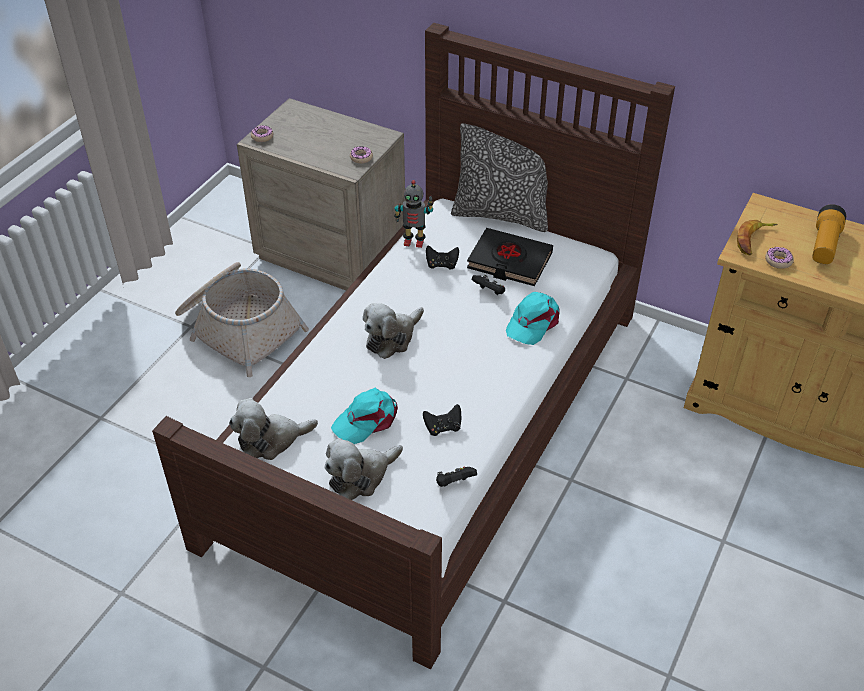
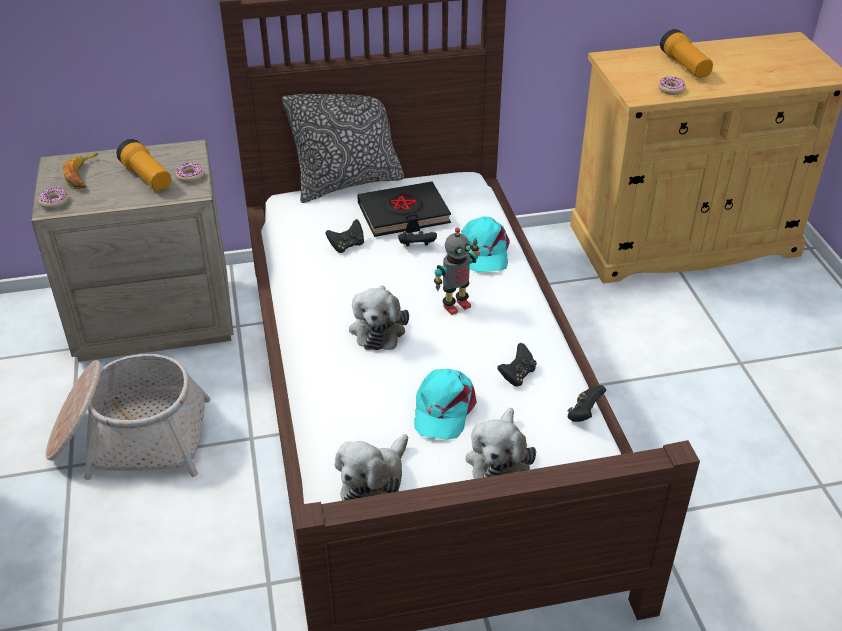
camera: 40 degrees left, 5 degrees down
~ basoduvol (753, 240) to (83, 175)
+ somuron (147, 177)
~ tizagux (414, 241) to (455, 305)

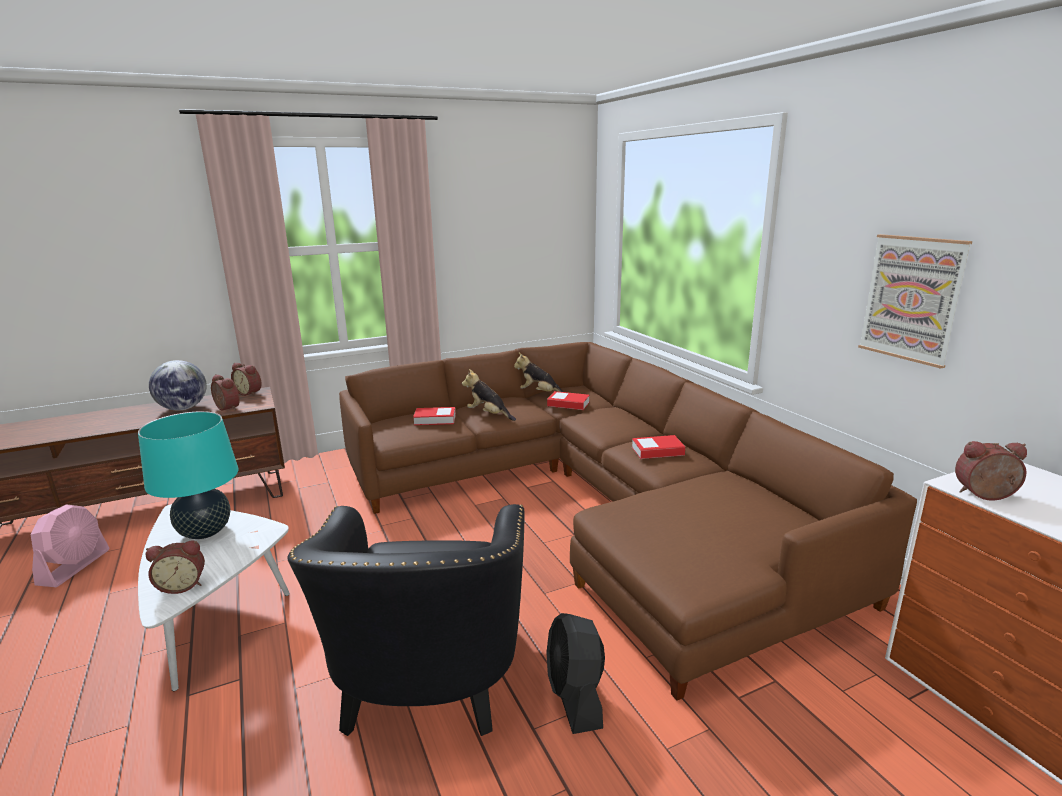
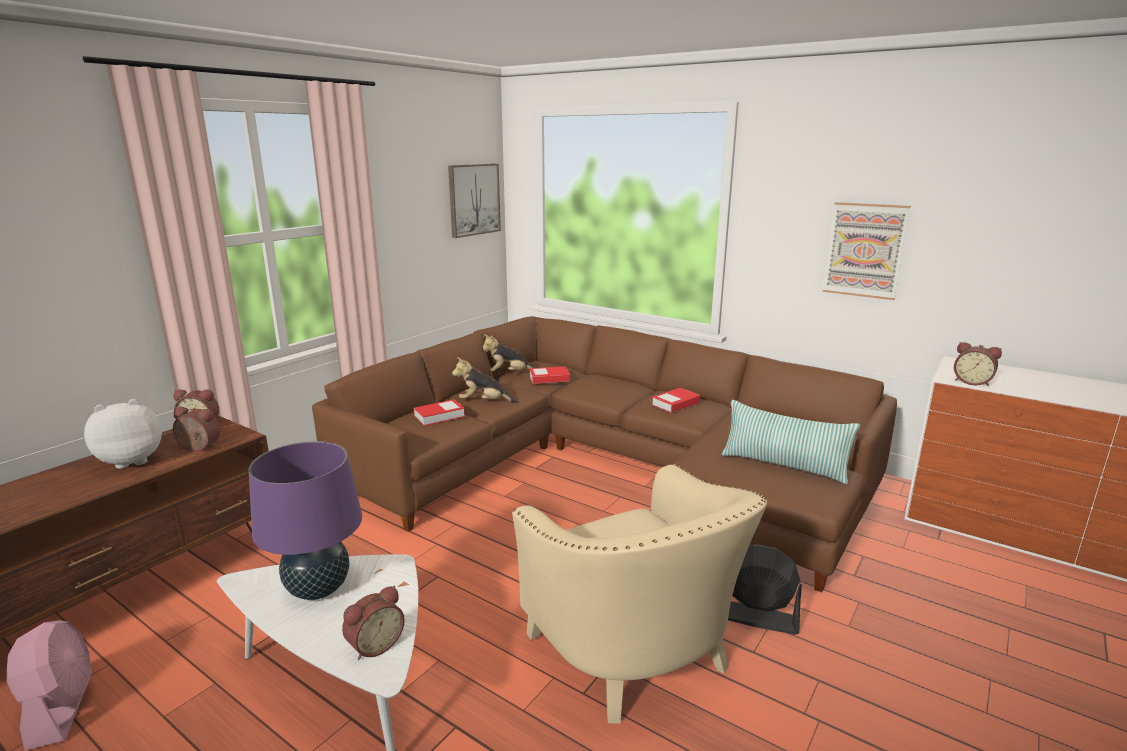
camera: 30 degrees left, 0 degrees up
~ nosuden (183, 408) to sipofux (132, 460)
~ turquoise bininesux (205, 532) to purple bininesux (318, 589)
+ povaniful (473, 199)
~ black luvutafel (426, 684) to beige luvutafel (637, 656)
+ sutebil (784, 465)
~ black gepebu (575, 696) = (756, 617) 150 degrees clockwise
~ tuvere (985, 496) = (972, 382) 120 degrees counterclockwise

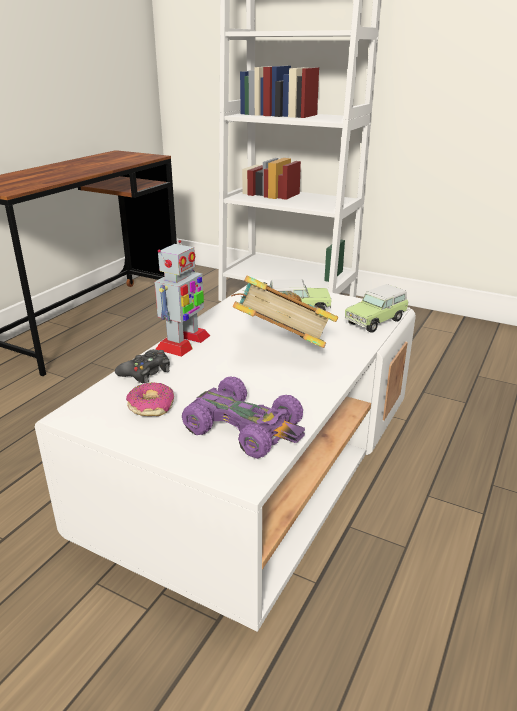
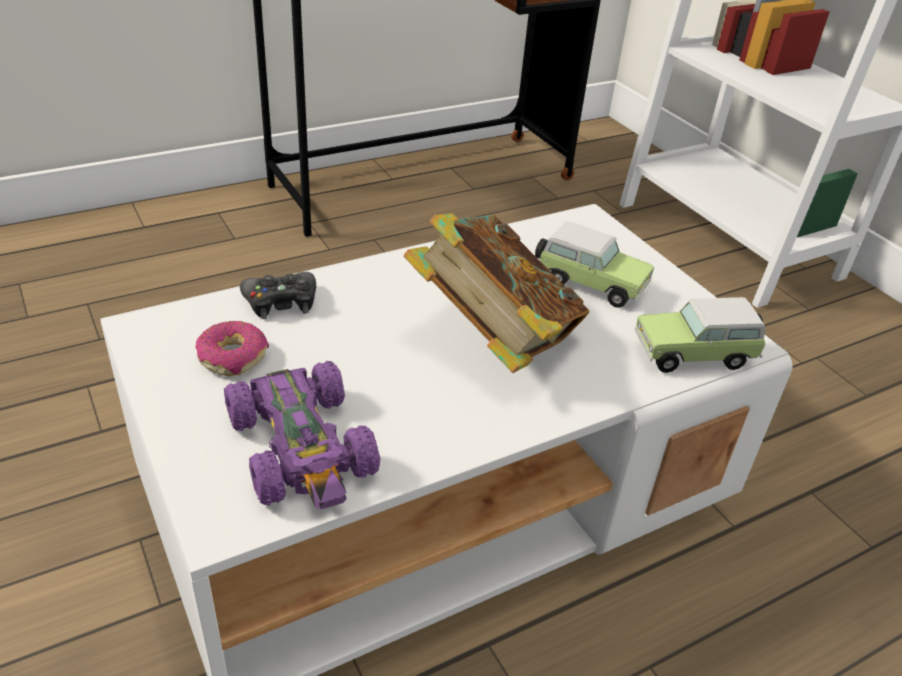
camera: 30 degrees right, 10 degrees up
- tizagux (183, 343)

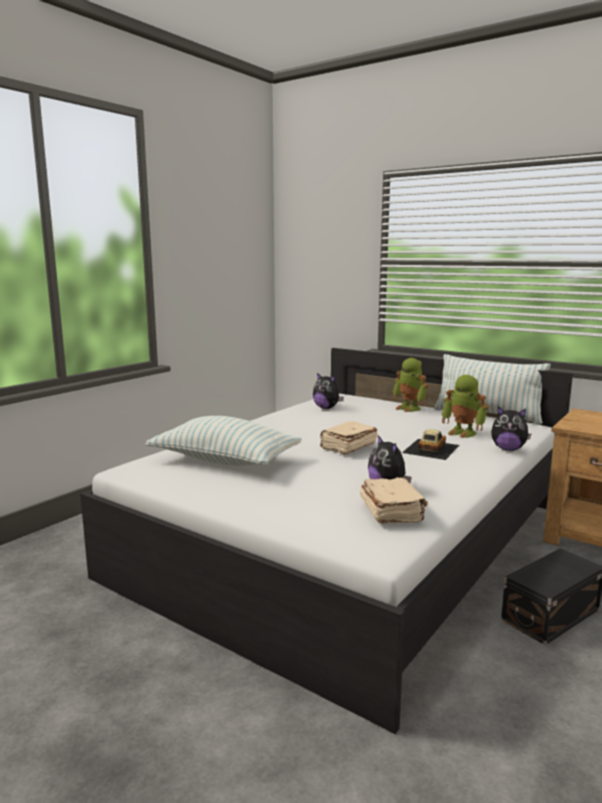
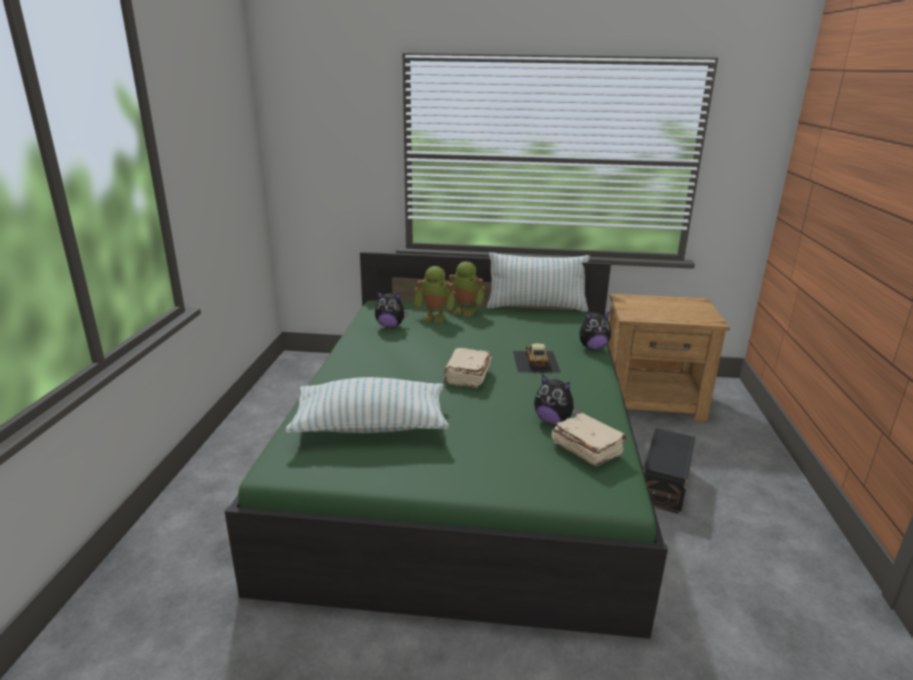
camera: 30 degrees left, 10 degrees up
~ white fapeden (350, 540) to green fapeden (464, 460)
~ tizagux (463, 433) to (435, 317)

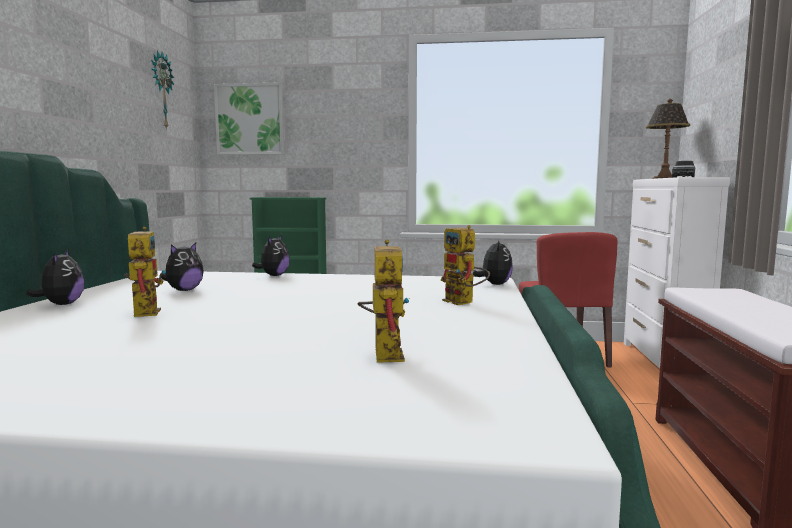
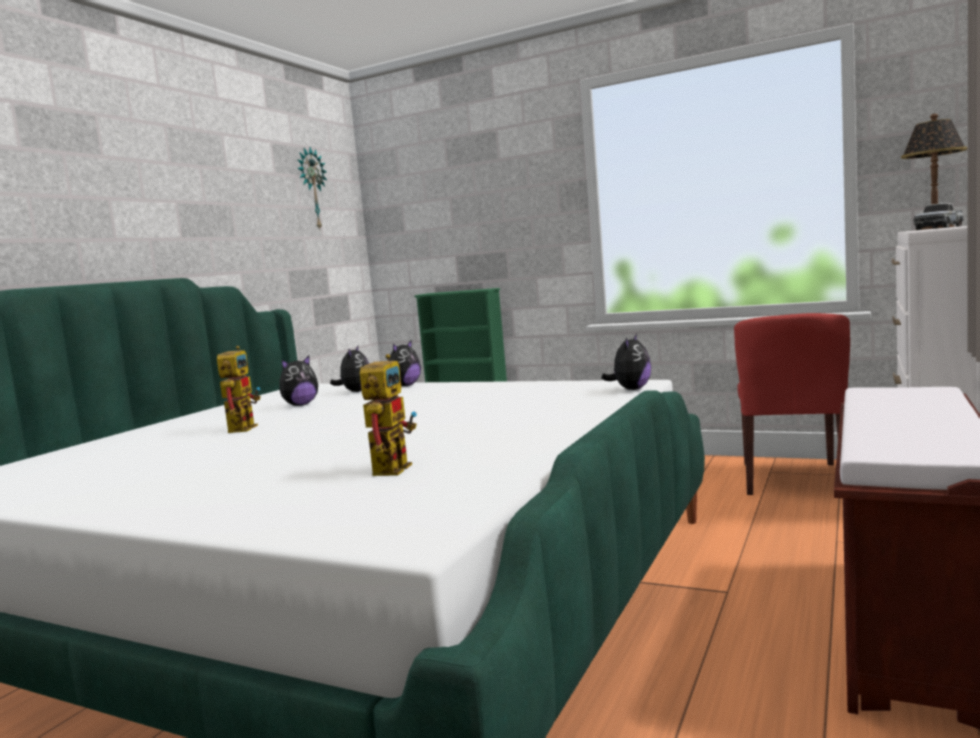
camera: 20 degrees right, 0 degrees up
~ sipofux (61, 304) to (355, 392)
- povaniful (250, 119)
- tizagux (464, 302)

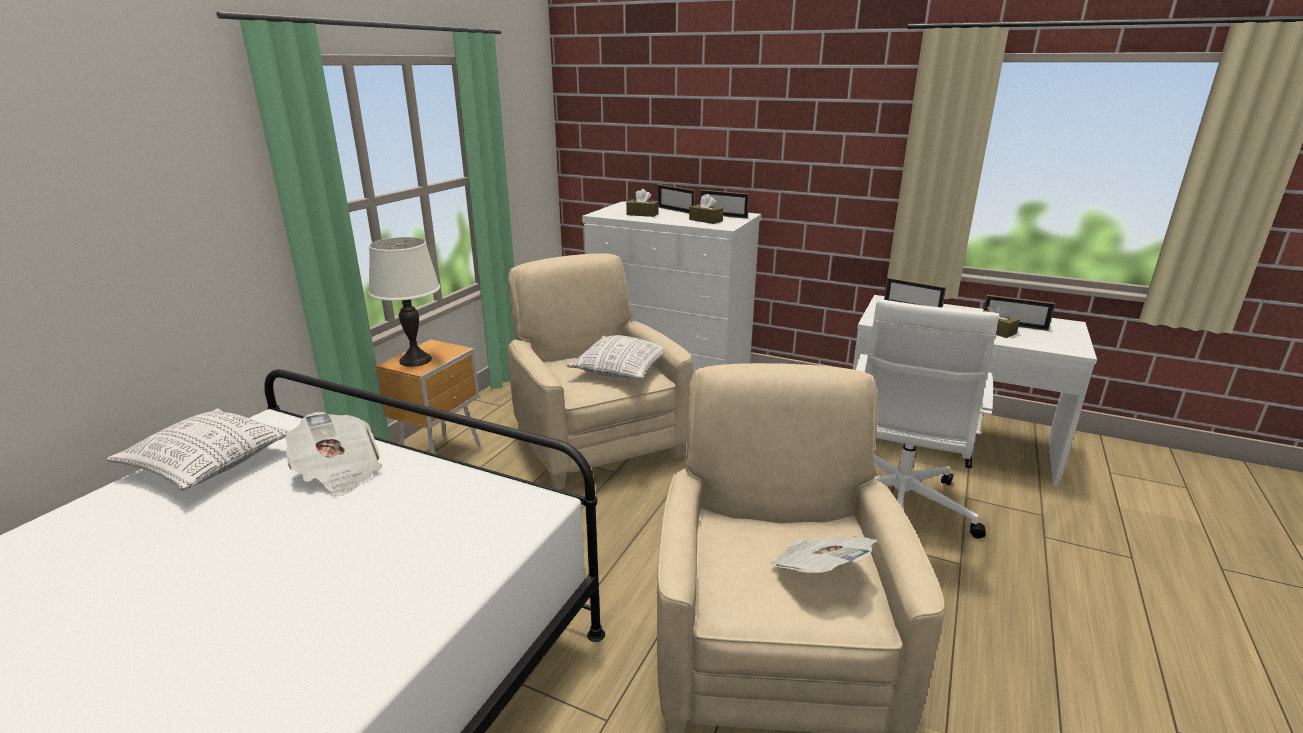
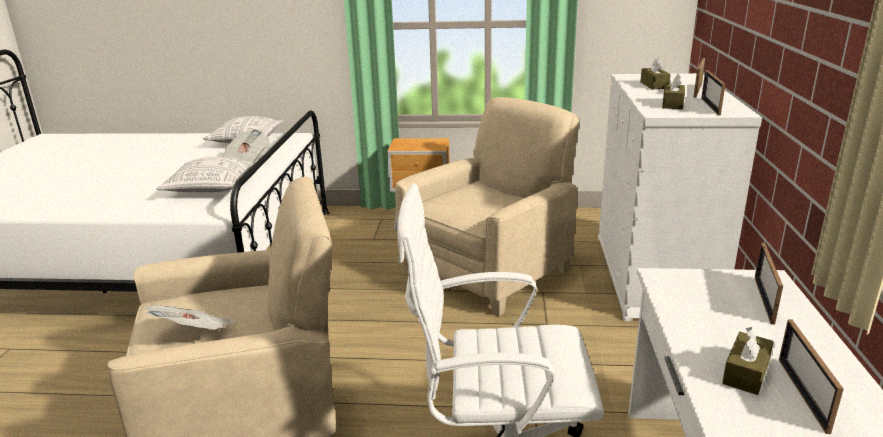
camera: 70 degrees right, 0 degrees up
~ sutebil (621, 370) to (211, 188)
- white bininesux (416, 360)

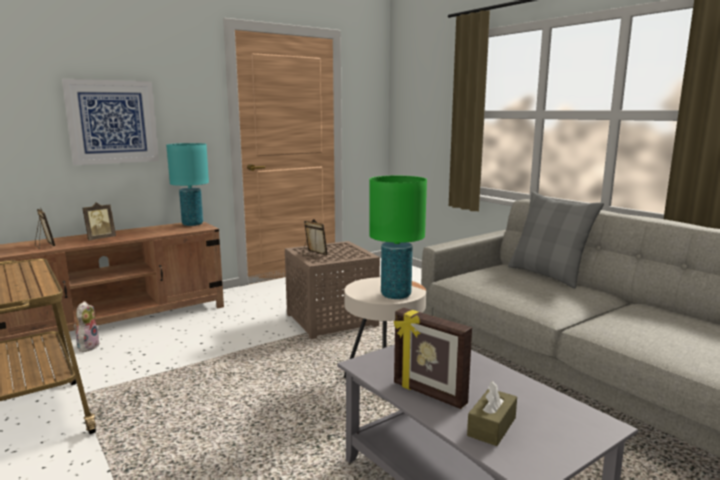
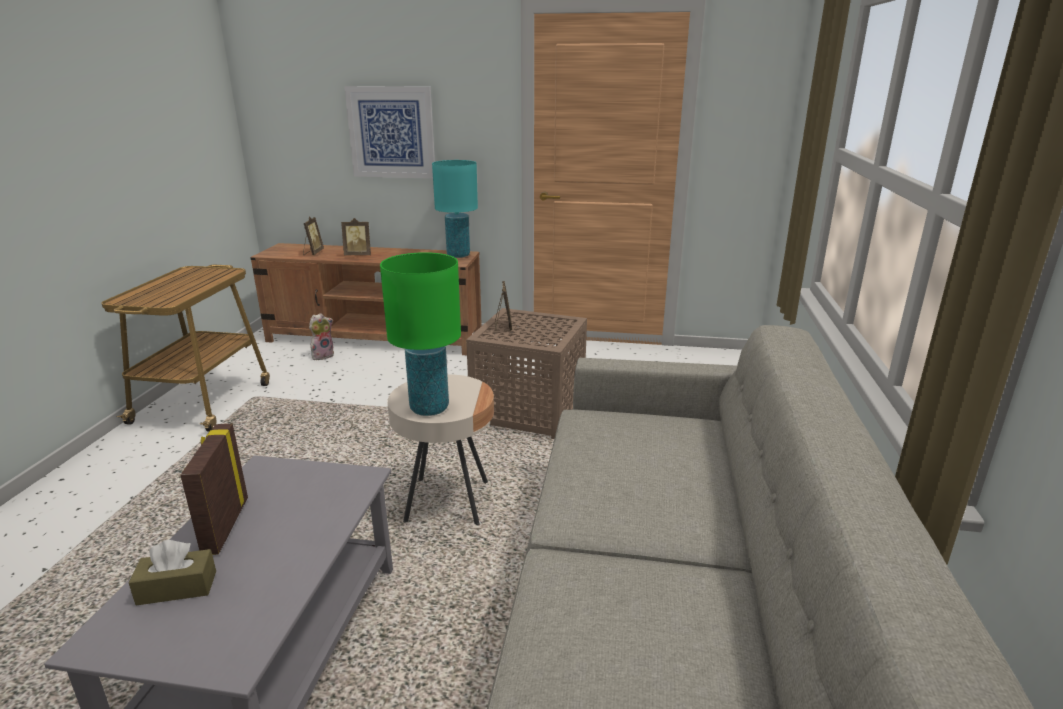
camera: 45 degrees right, 10 degrees up
- grey sutebil (547, 275)

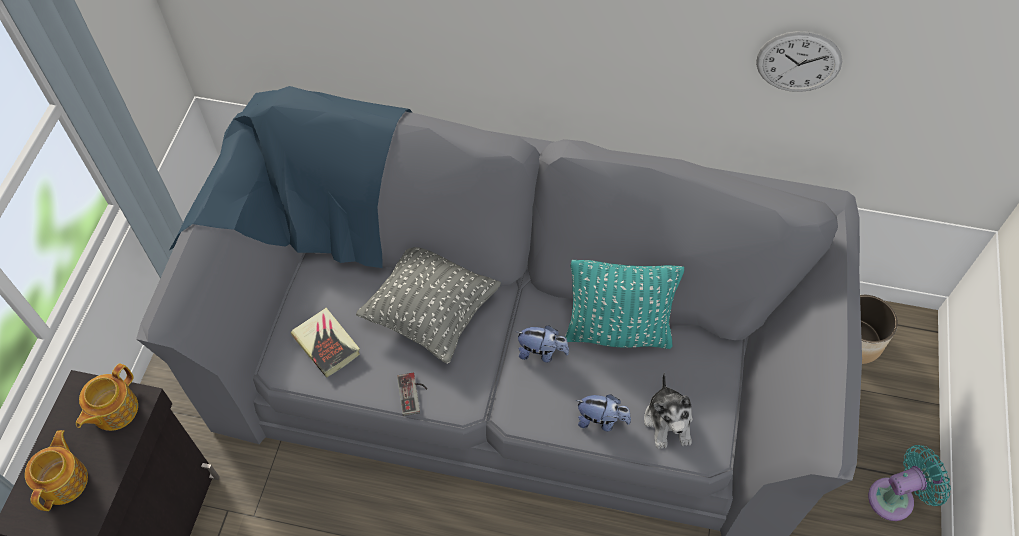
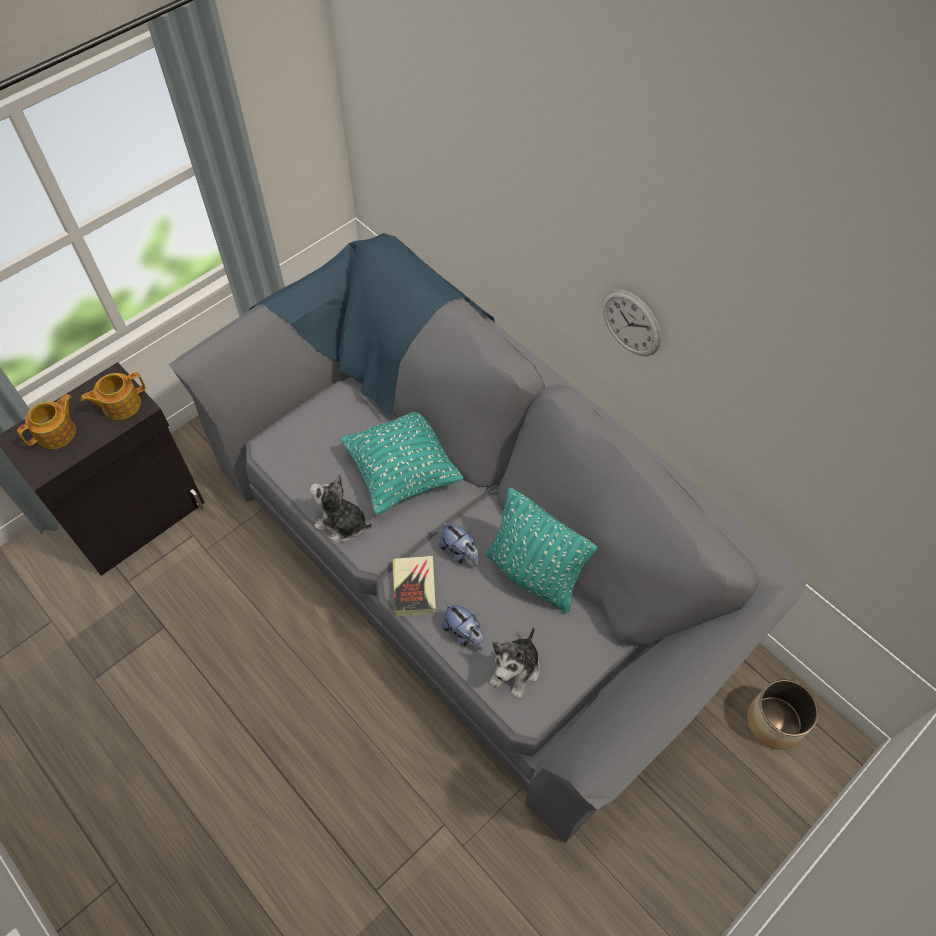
camera: 35 degrees right, 0 degrees up
~ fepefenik (413, 394) to sipofux (342, 524)
~ grey sutebil (431, 313) to turquoise sutebil (402, 473)
~ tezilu (326, 344) to (414, 587)
~ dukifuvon (798, 62) to (631, 323)
- turquoise gepebu (895, 498)

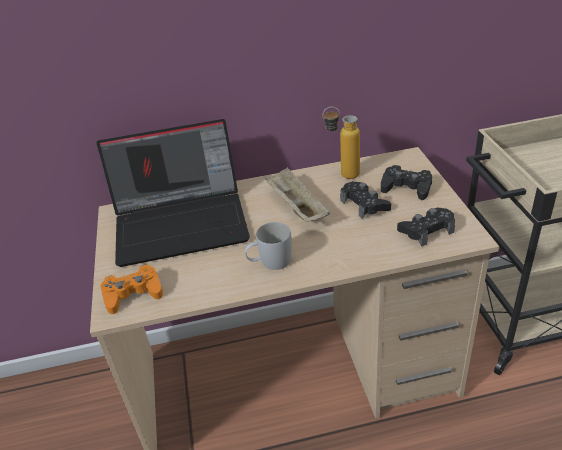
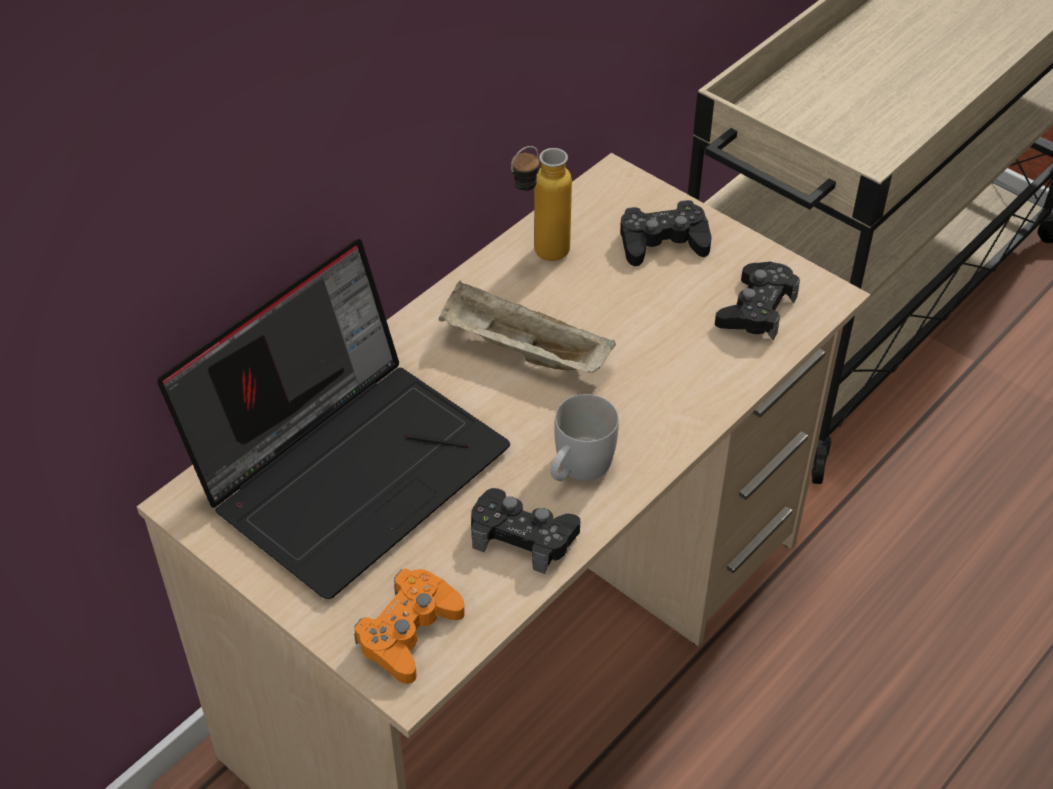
camera: 40 degrees left, 10 degrees up
~ black fepefenik (364, 204) to (523, 536)

